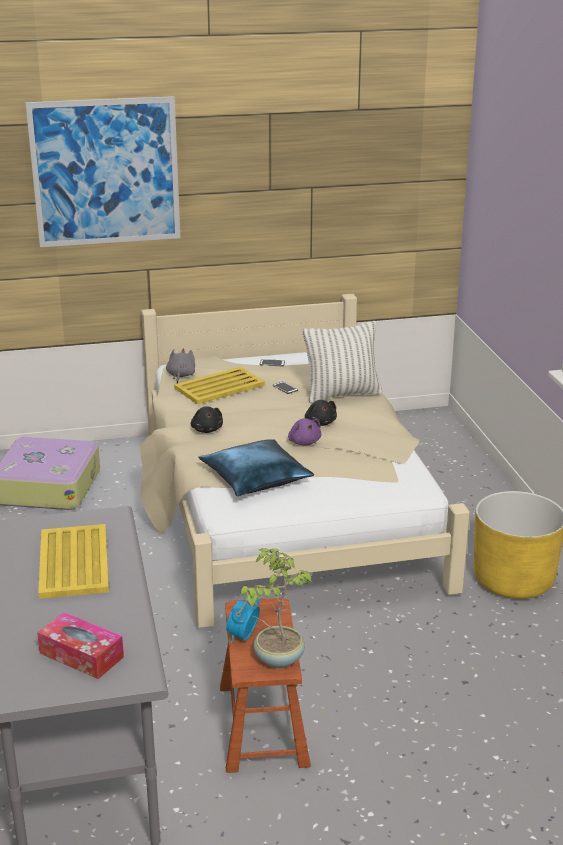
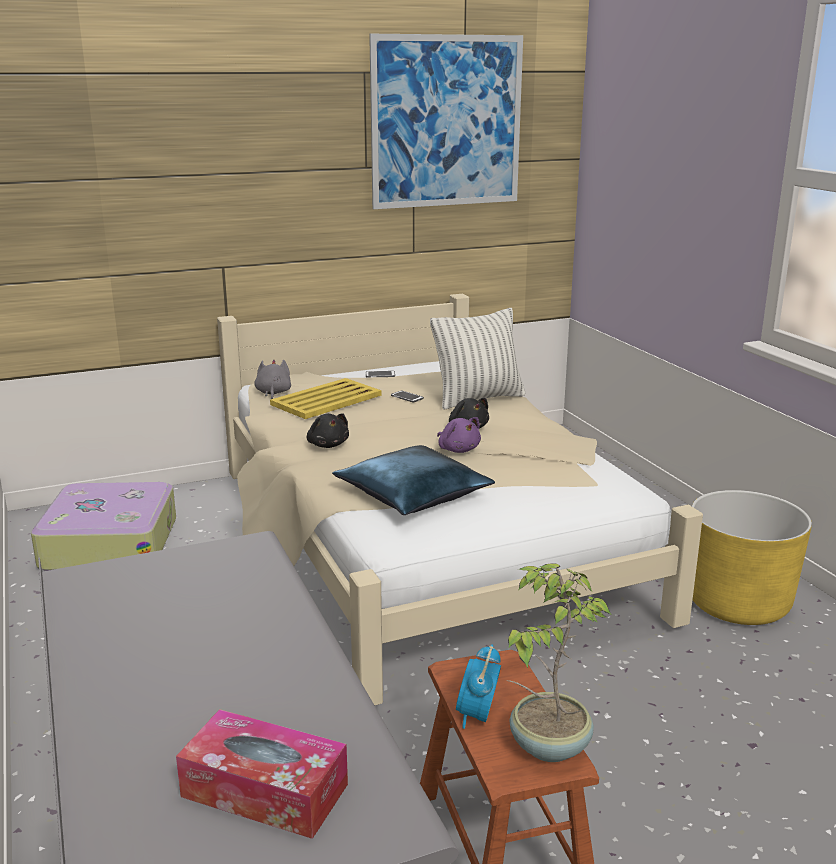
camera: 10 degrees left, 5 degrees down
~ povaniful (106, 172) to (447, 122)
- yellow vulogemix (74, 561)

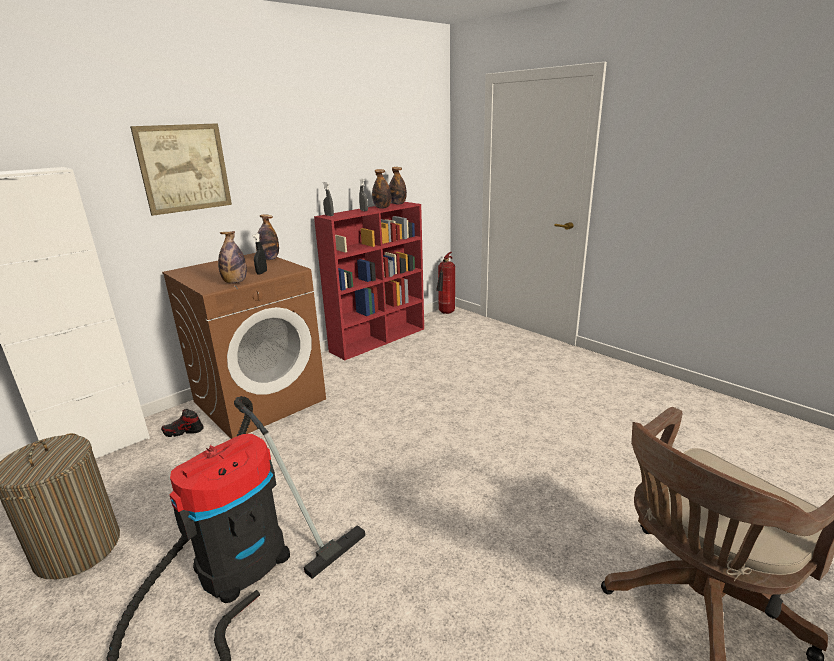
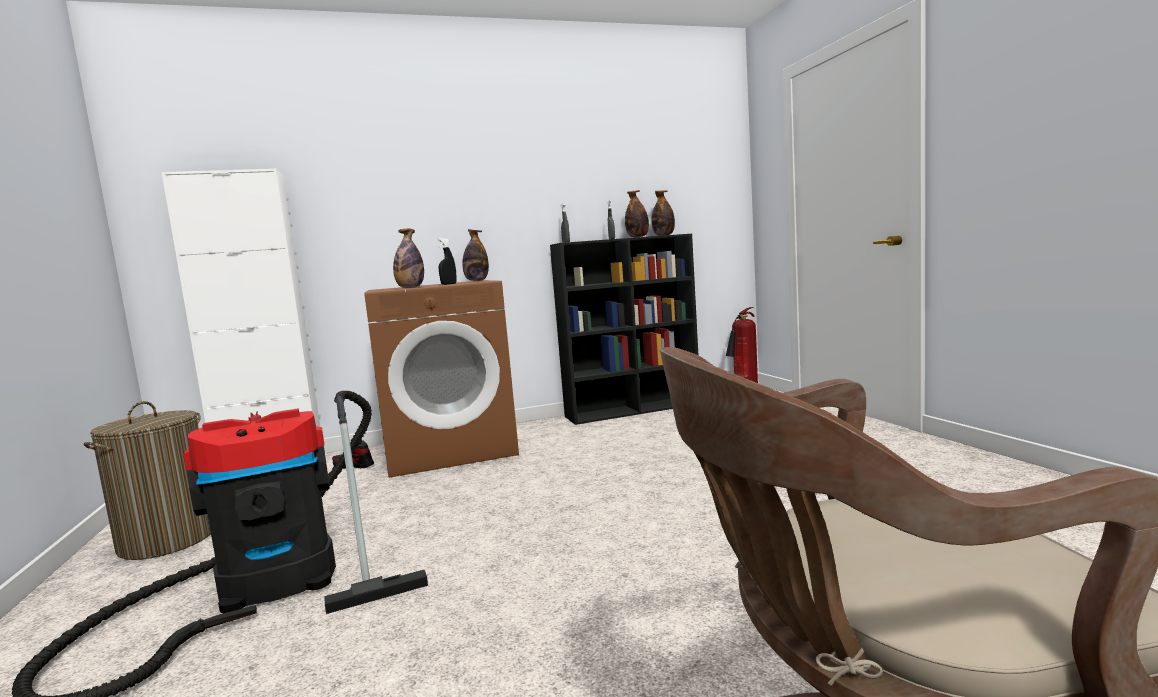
camera: 25 degrees right, 15 degrees down
~ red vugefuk (379, 339) to black vugefuk (634, 410)
- povaniful (184, 168)

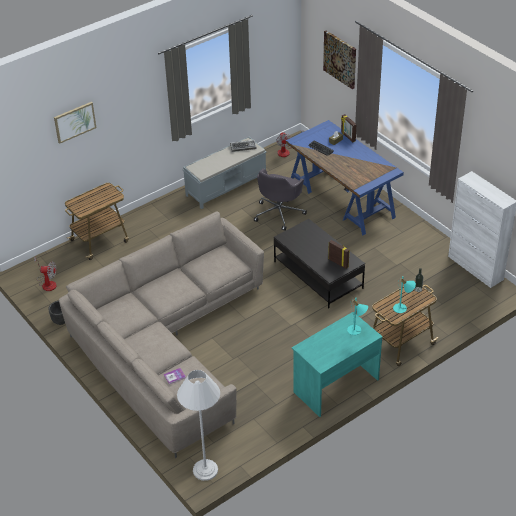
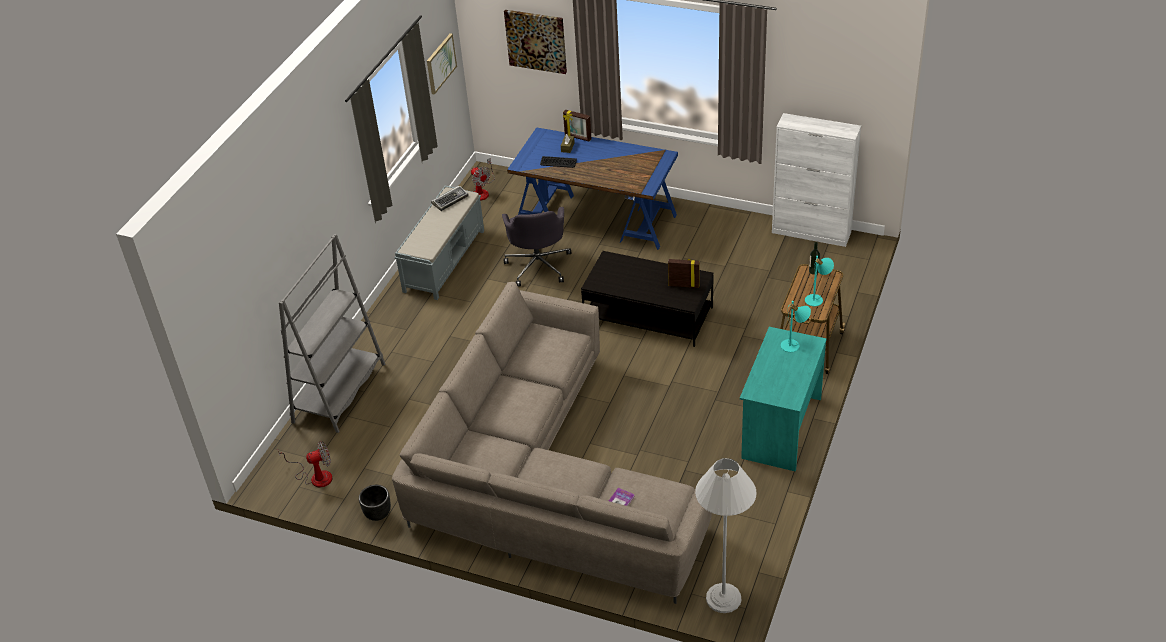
camera: 30 degrees left, 0 degrees up
~ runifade (100, 240) to grey vugefuk (339, 393)
~ povaniful (74, 122) to (440, 63)

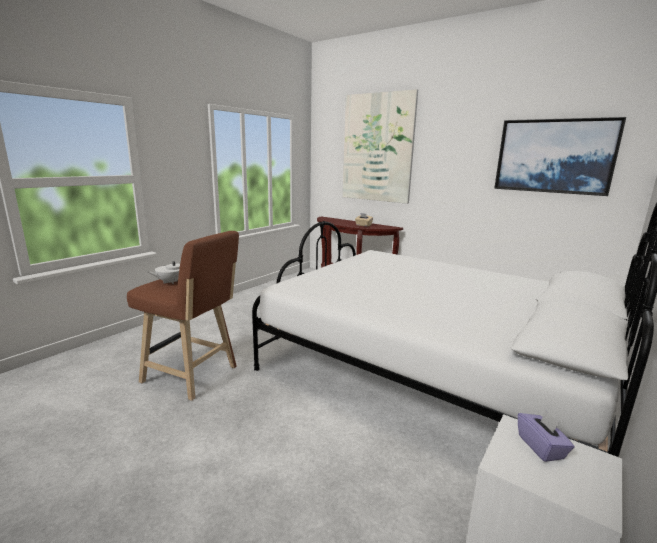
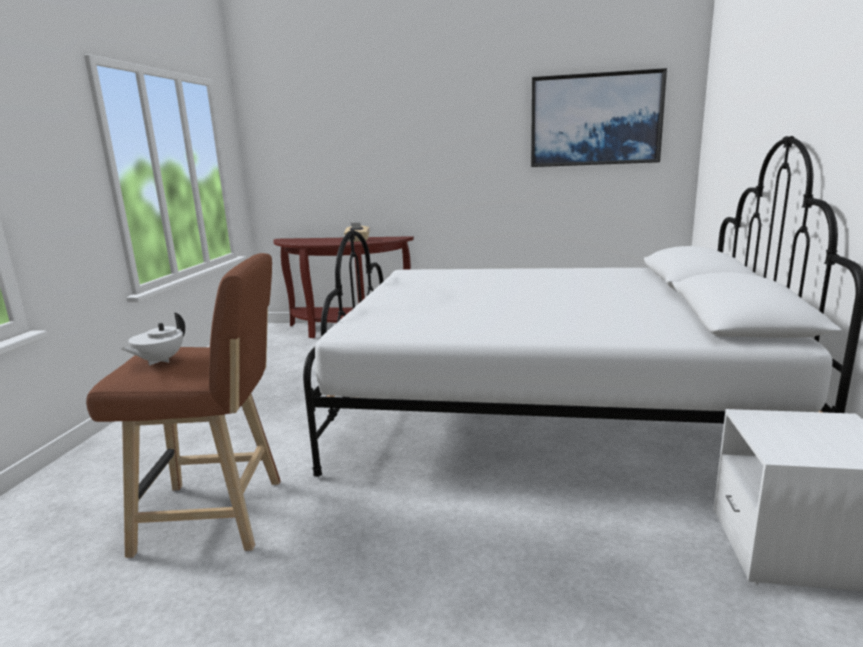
camera: 25 degrees left, 0 degrees up
- povaniful (377, 148)
- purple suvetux (541, 447)

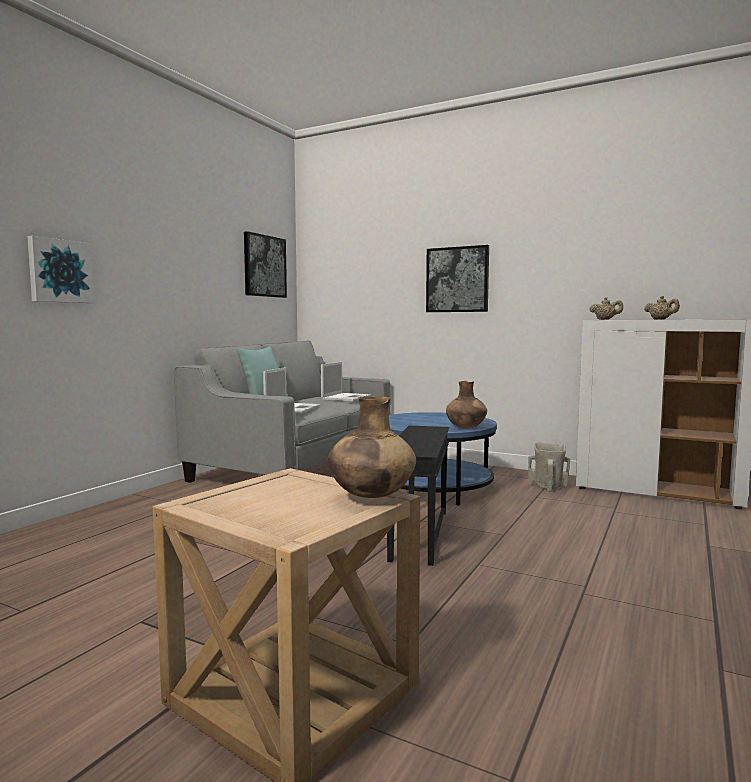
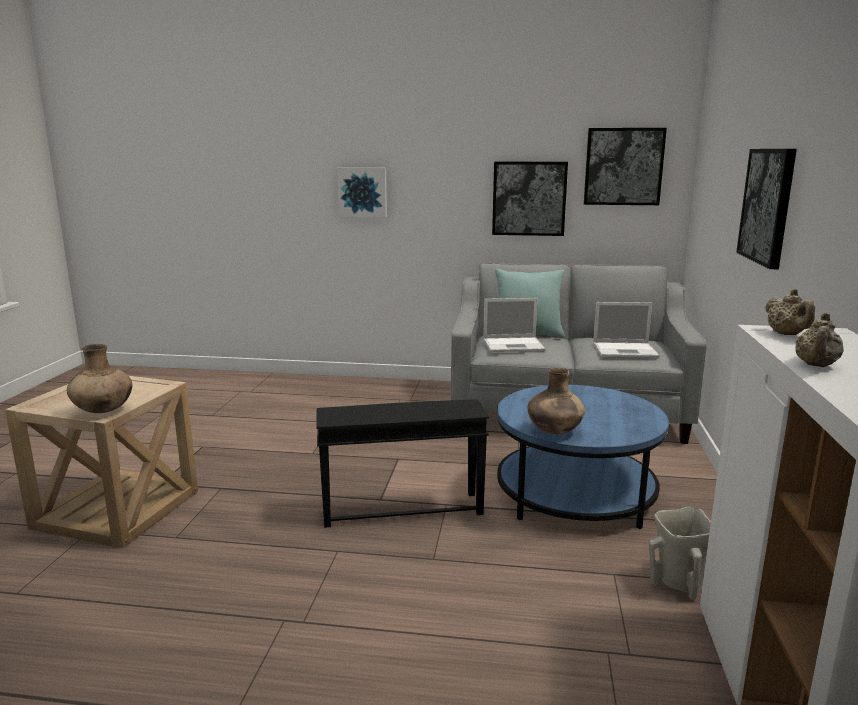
camera: 70 degrees right, 10 degrees up
+ povaniful (529, 198)

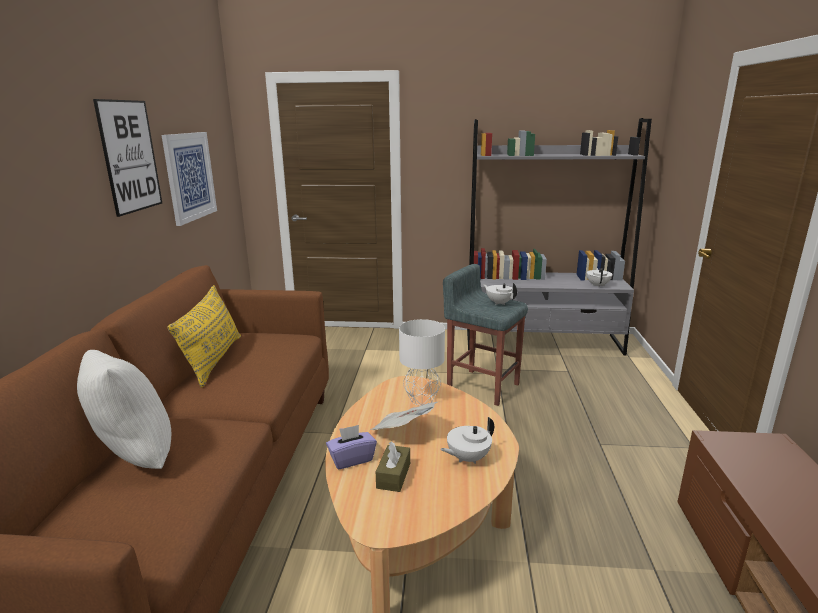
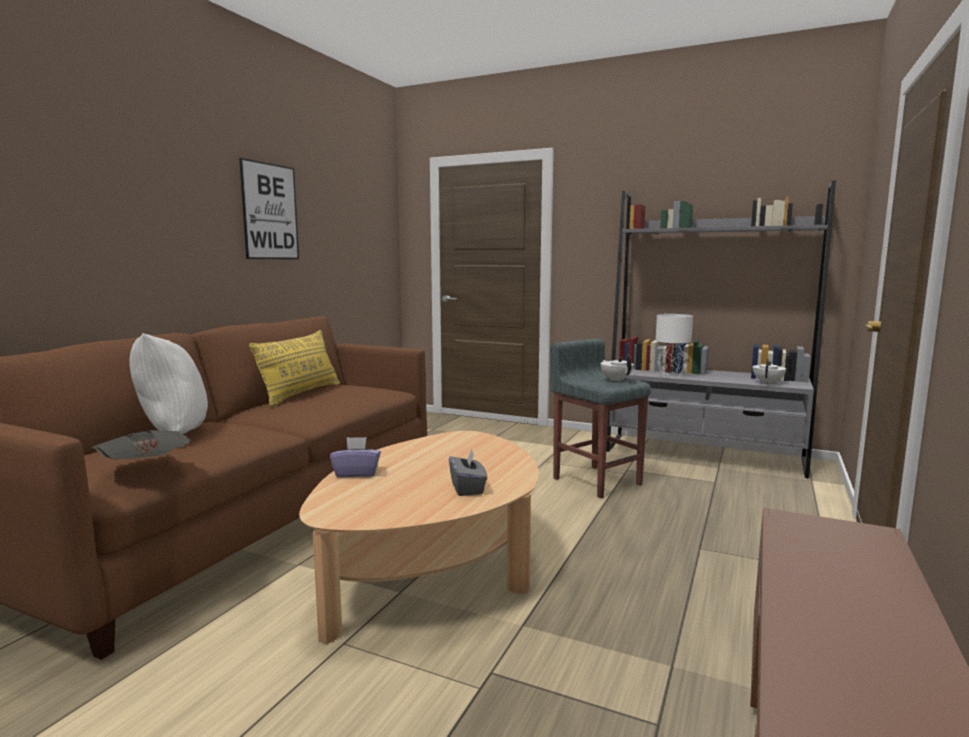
camera: 20 degrees right, 10 degrees down
~ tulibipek (403, 431) to (147, 468)
~ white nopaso (467, 458) to grey suvetux (467, 488)
~ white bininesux (421, 399) to (670, 375)
- povaniful (190, 176)
- brown suvetux (393, 475)

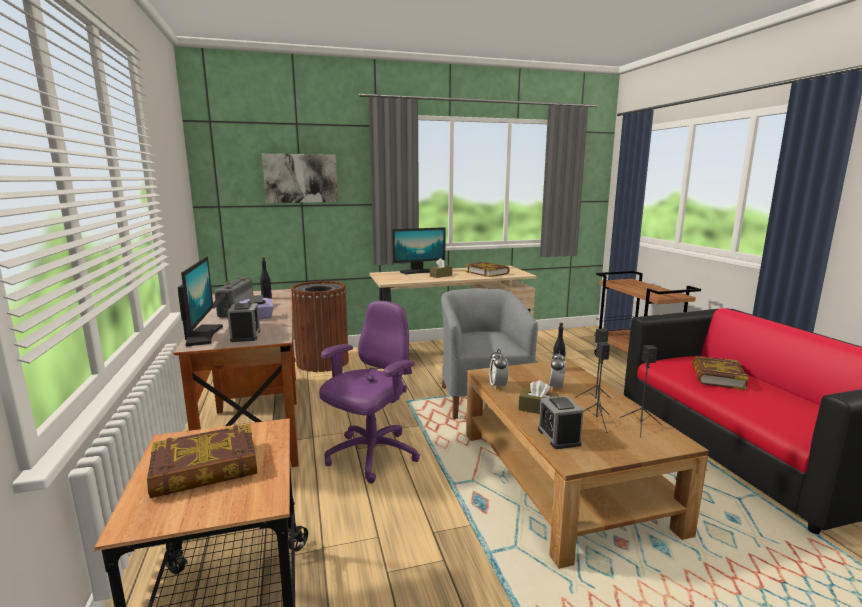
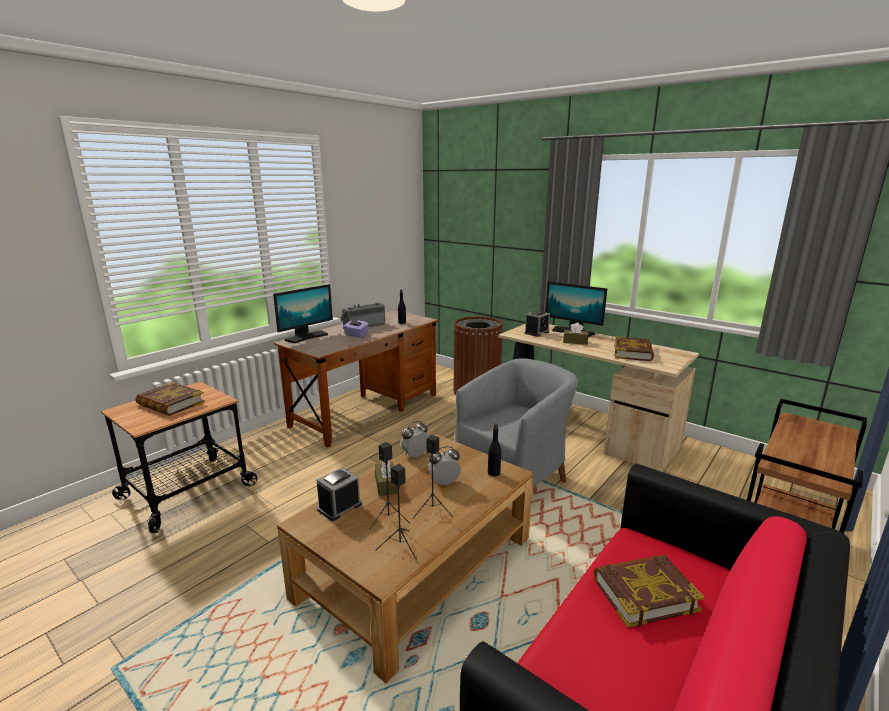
camera: 55 degrees right, 5 degrees up
~ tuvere (245, 336) to (536, 332)
- povaniful (301, 178)
- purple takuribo (371, 455)

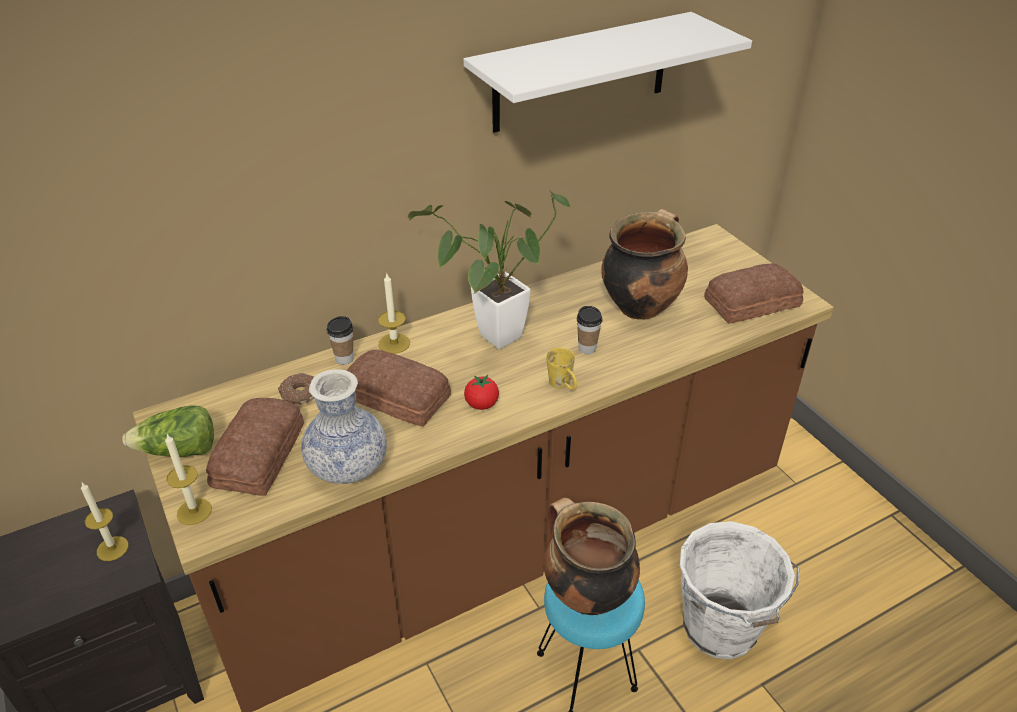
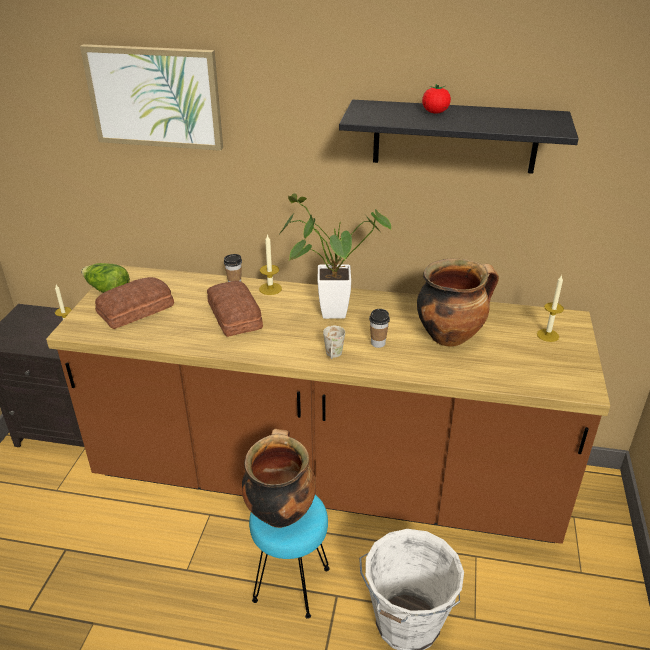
camera: 40 degrees right, 5 degrees down
+ povaniful (155, 97)
~ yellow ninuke (563, 386) to white ninuke (333, 356)
~ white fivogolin (581, 73) to black fivogolin (454, 136)
~ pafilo (481, 404) to (435, 112)
~ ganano (194, 511) to (547, 335)
- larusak (299, 394)
- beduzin (348, 467)
- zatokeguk (750, 302)

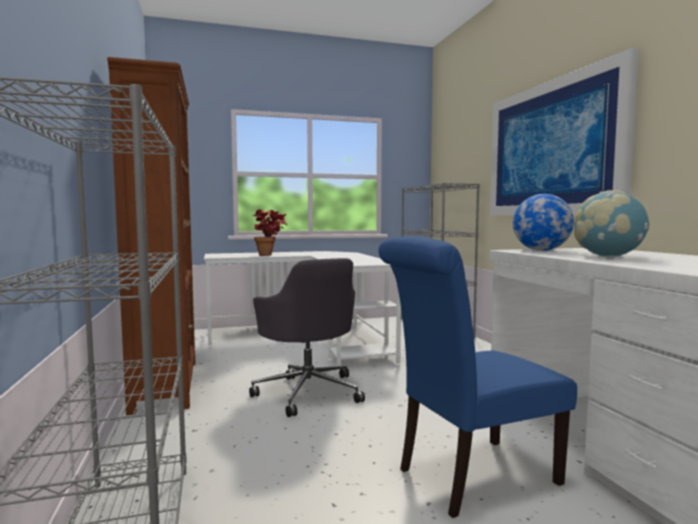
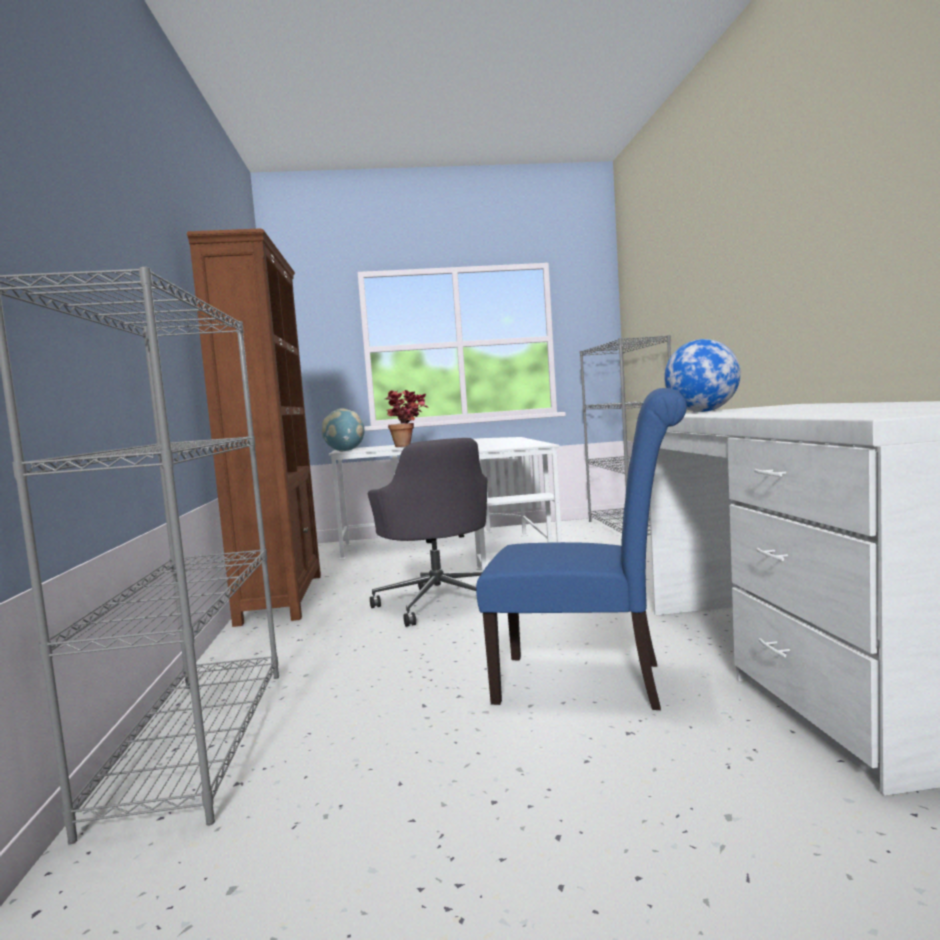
camera: 10 degrees right, 0 degrees up
~ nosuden (608, 256) to (345, 451)
~ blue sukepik (469, 477) = (591, 682) 150 degrees counterclockwise
- povaniful (552, 149)

